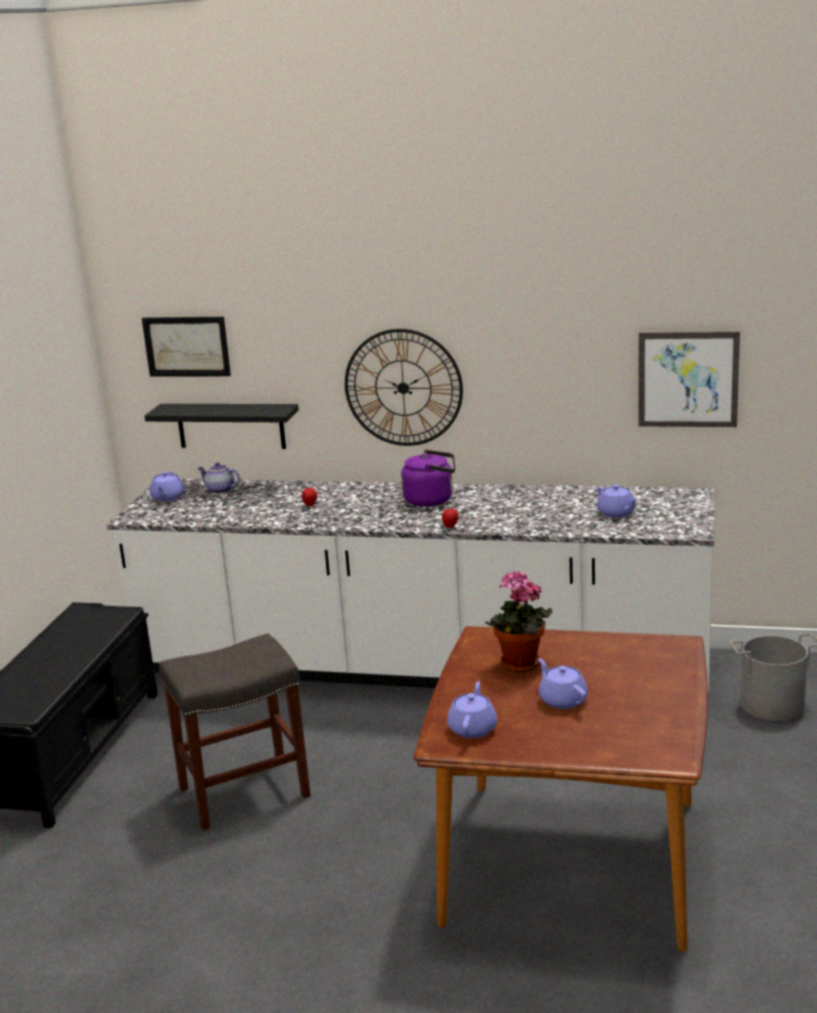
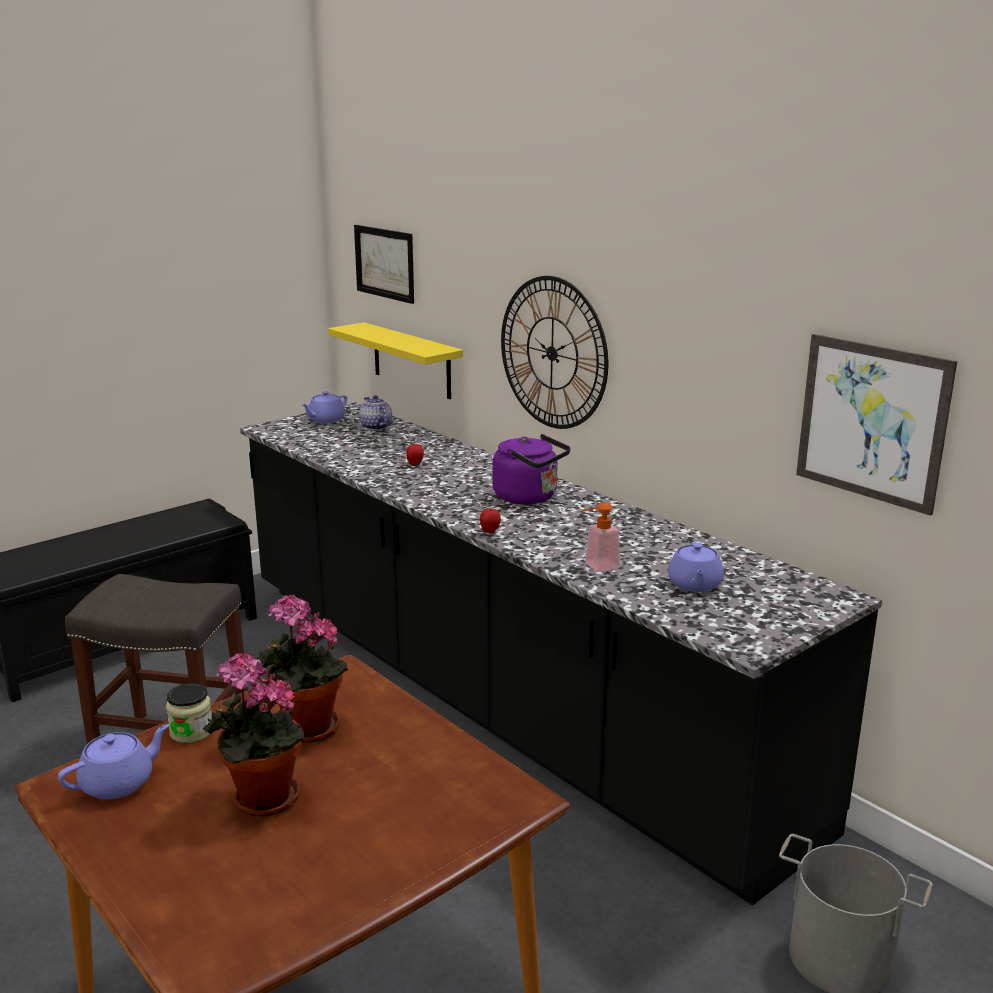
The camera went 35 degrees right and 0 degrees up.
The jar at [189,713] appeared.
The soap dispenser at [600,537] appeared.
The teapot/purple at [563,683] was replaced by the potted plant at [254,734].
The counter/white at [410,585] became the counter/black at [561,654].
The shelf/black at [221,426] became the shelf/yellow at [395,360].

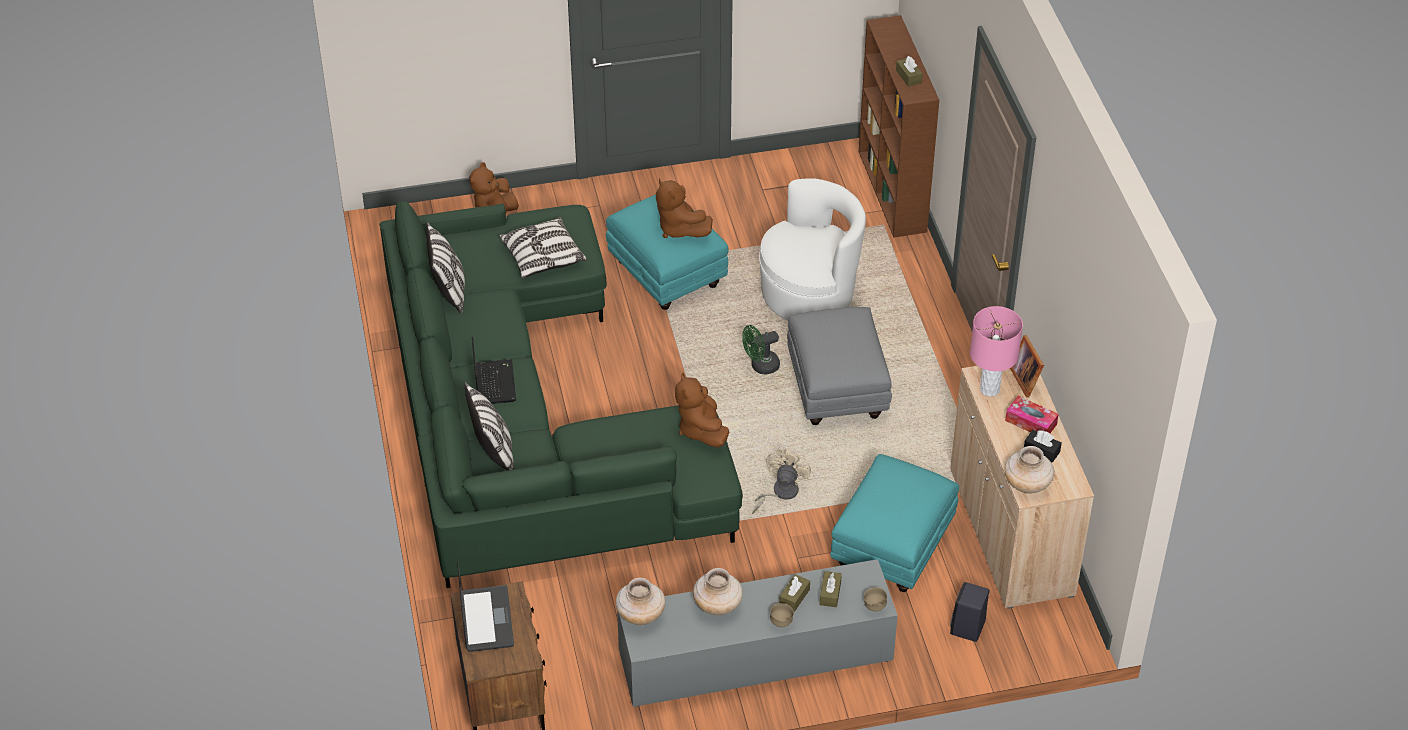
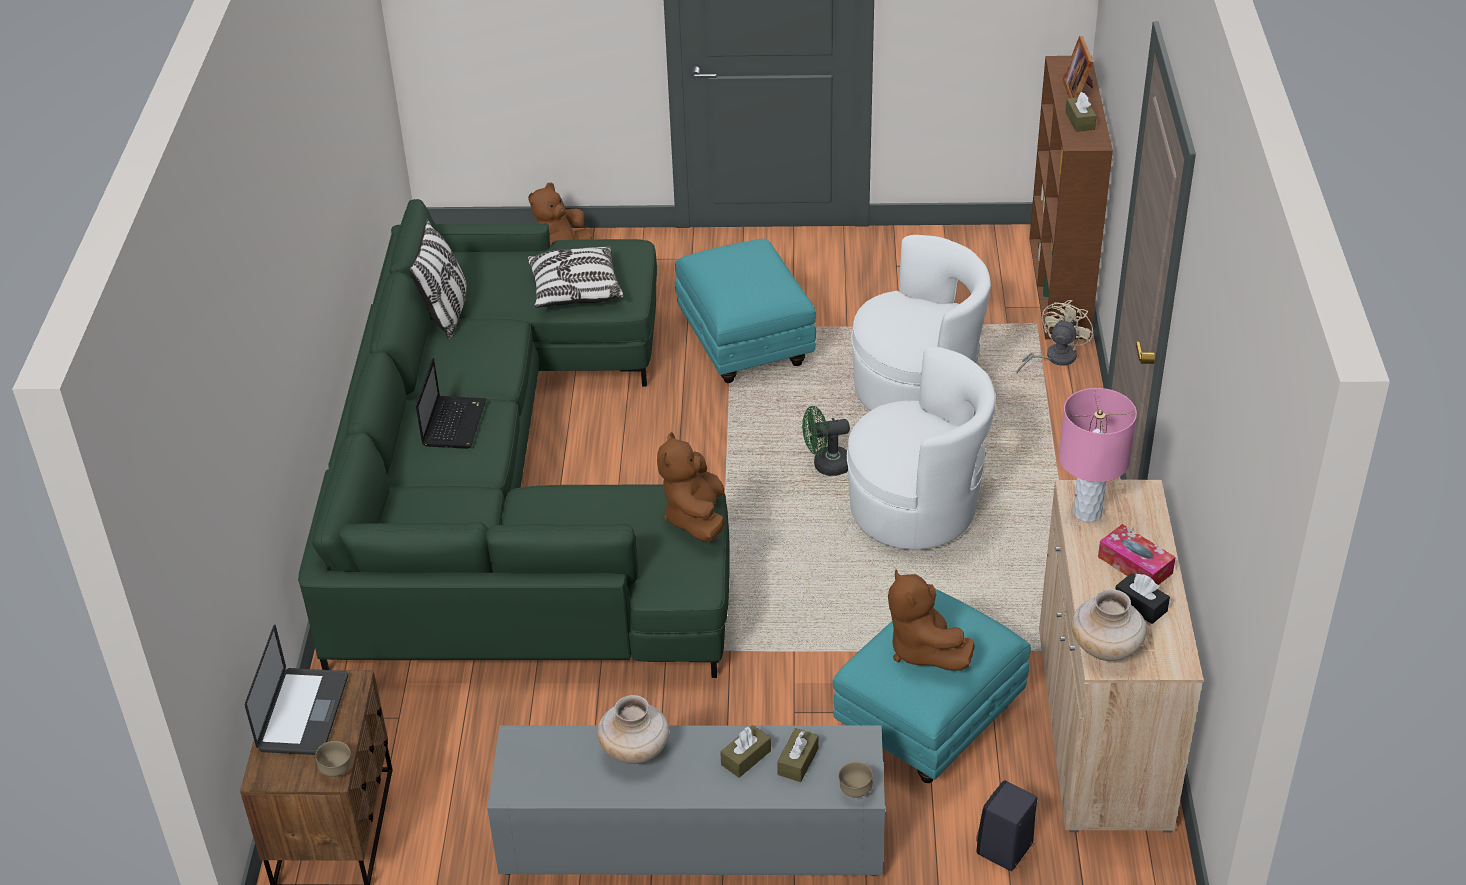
The camera went 15 degrees right and 5 degrees down.
The pillow at [489,426] disappeared.
The vase/beige at [641,601] disappeared.
The plush toy/brown moved from [684,208] to [931,619].
The fan/beige moved from [781,481] to [1054,336].
The bowl/brown moved from [782,615] to [333,759].
The picture frame moved from [1027,366] to [1078,67].
The ottoman/grey at [839,366] was replaced by the armchair/white at [921,448].

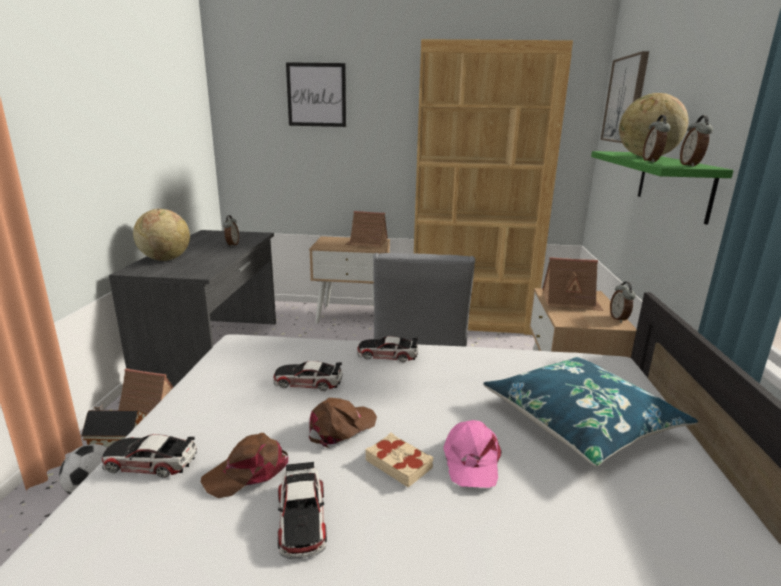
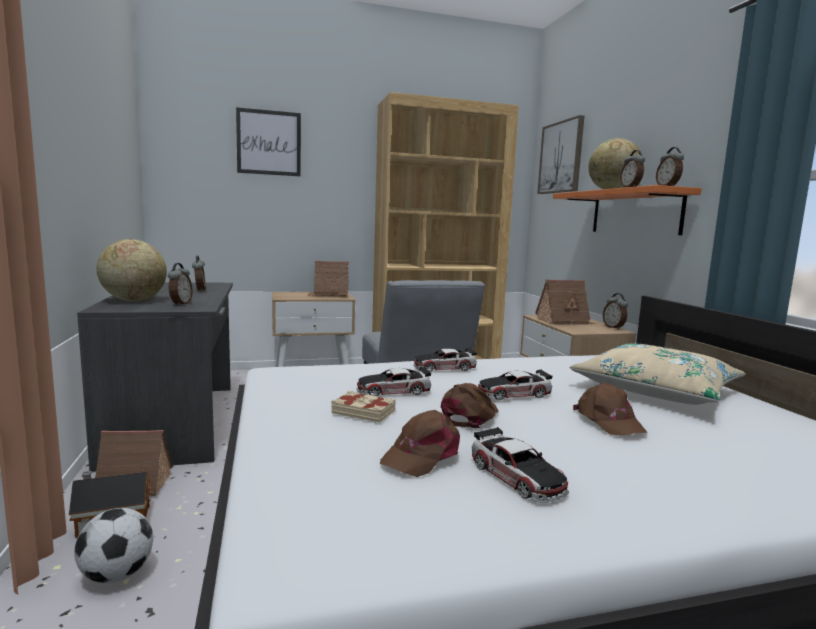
The camera went 20 degrees left and 10 degrees down.
The alarm clock at [180,284] appeared.
The toy car moved from [149,456] to [515,384].
The book/beige moved from [399,460] to [363,407].
The cap/pink at [472,454] became the cap/brown at [610,408].
The pillow/blue at [590,411] became the pillow/beige at [658,374].
The shelf/green at [662,188] became the shelf/orange at [627,210].

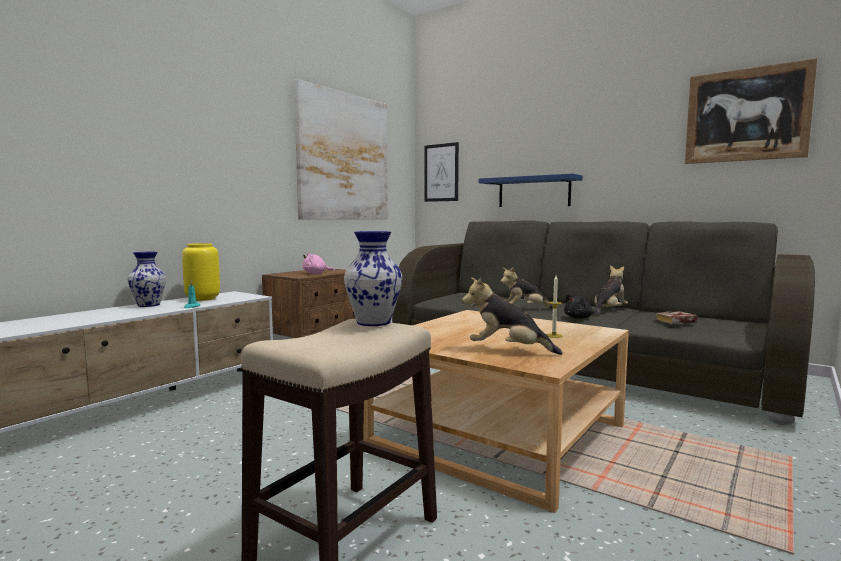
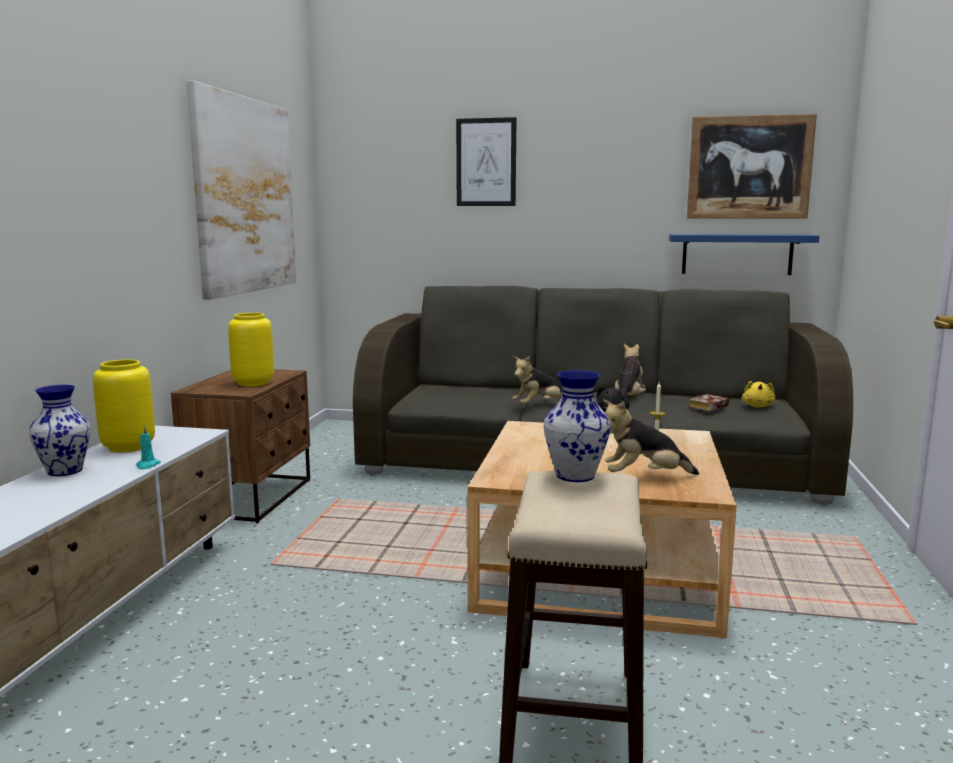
The camera went 25 degrees left and 5 degrees up.
The plush toy/yellow at [759,394] appeared.
The picture moved from [441,172] to [486,161].
The shelf/blue moved from [531,190] to [744,254].
The plush toy/pink at [319,263] was replaced by the vase/yellow at [251,349].

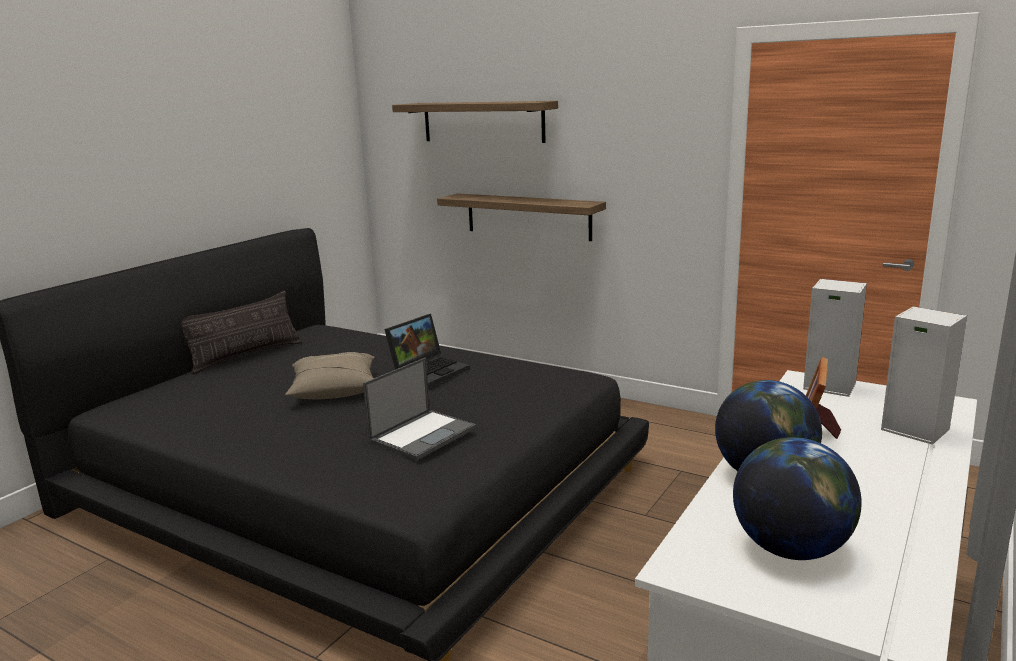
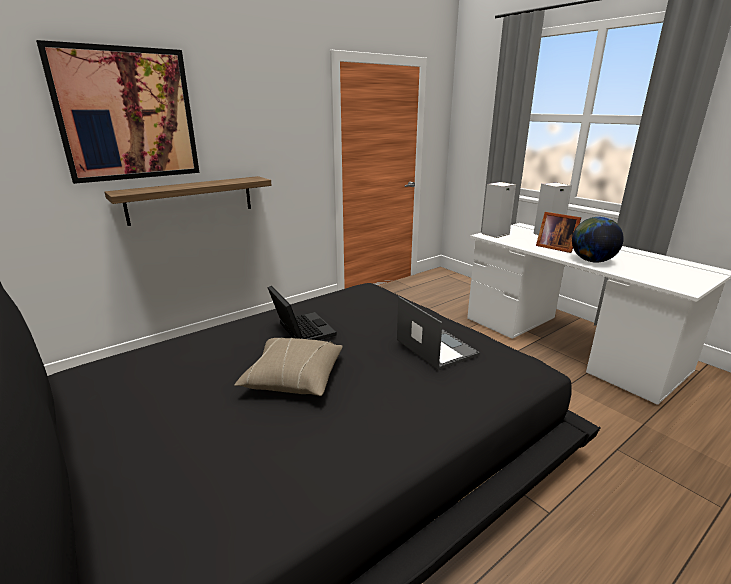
The camera went 70 degrees left and 5 degrees up.
The pillow at [242,333] disappeared.
The globe at [797,498] disappeared.
The shelf at [475,122] was replaced by the picture at [118,112].

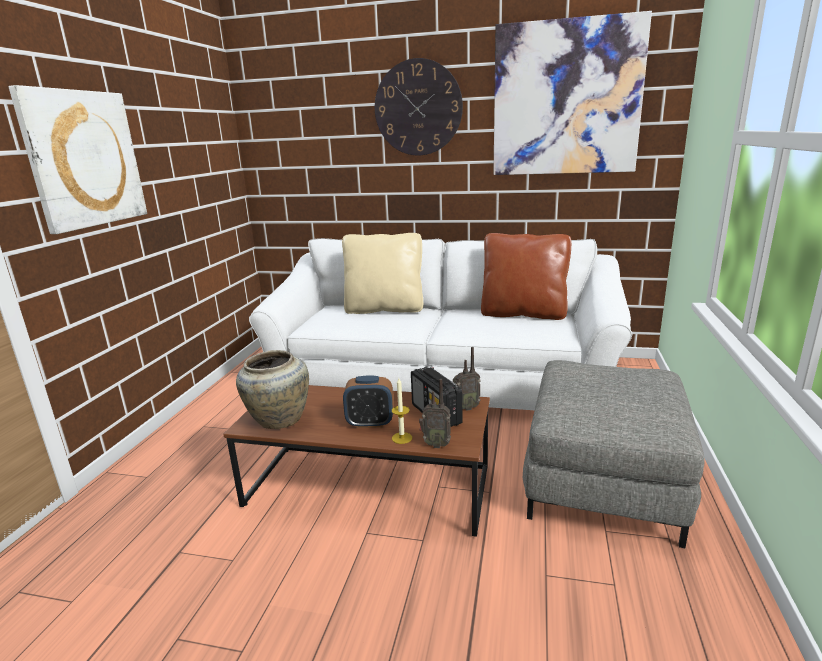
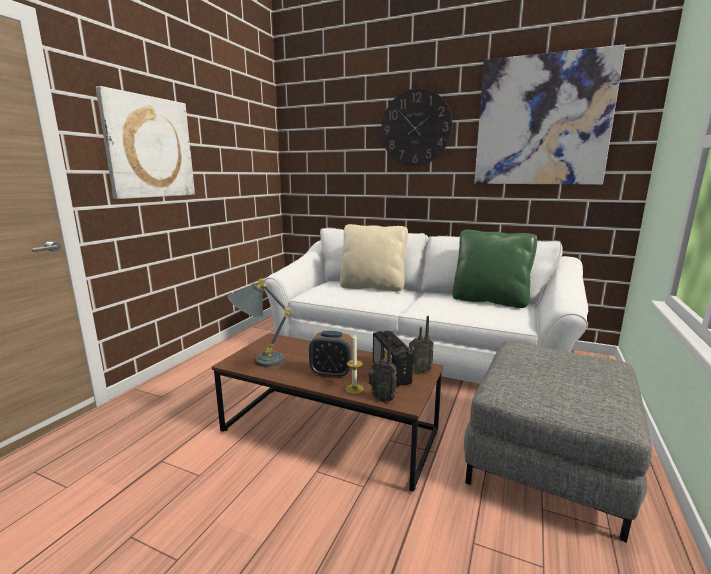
The camera went 10 degrees right and 5 degrees down.
The vase/beige at [272,389] was replaced by the table lamp/grey at [259,323].
The pillow/brown at [526,276] became the pillow/green at [494,269].

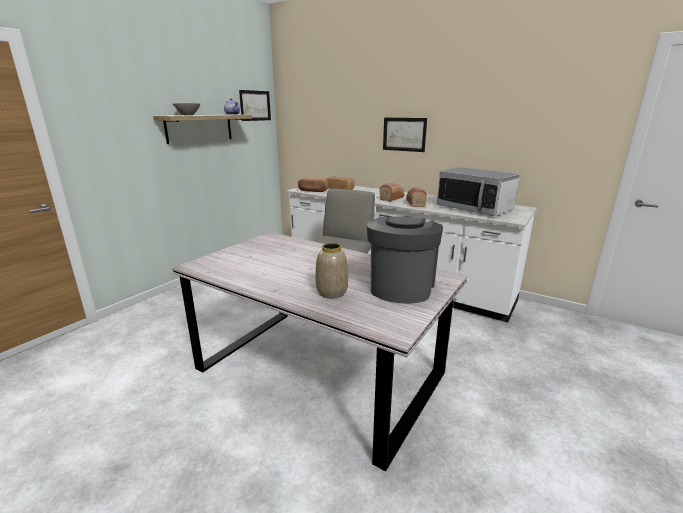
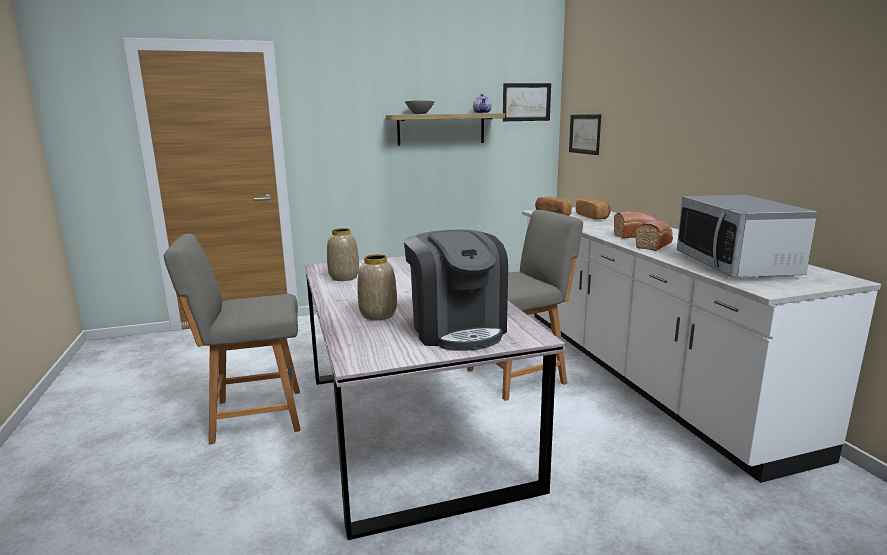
The camera went 40 degrees right and 5 degrees down.
The chair/grey at [232,339] appeared.
The vase at [343,254] appeared.
The picture moved from [405,135] to [585,134].
The coffee machine at [405,260] turned 105 degrees clockwise.

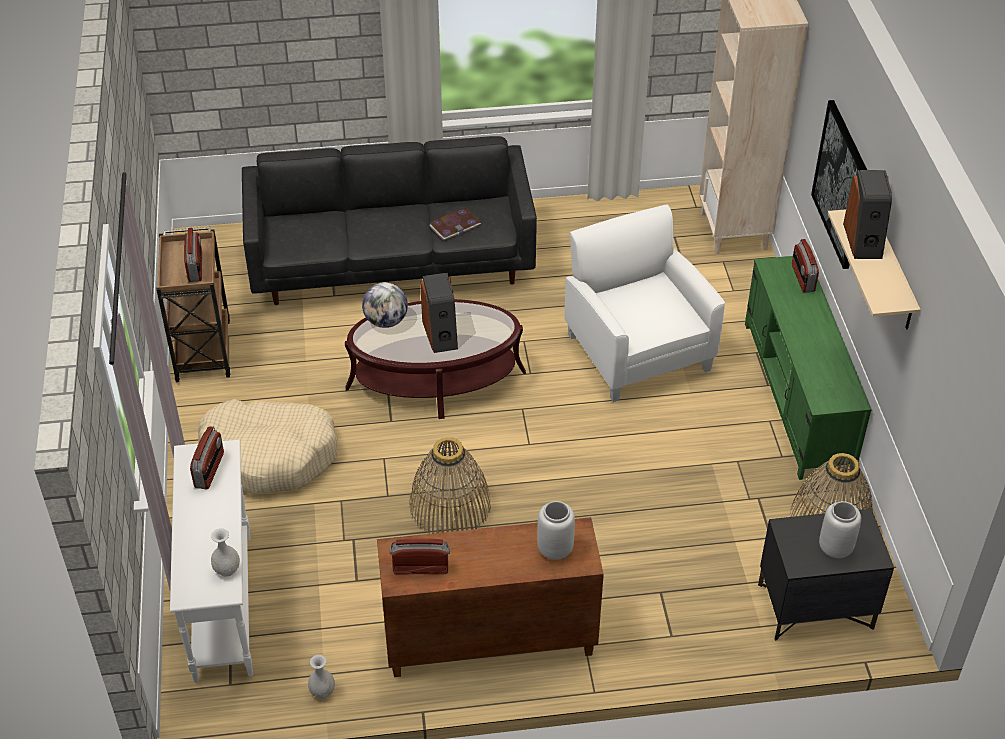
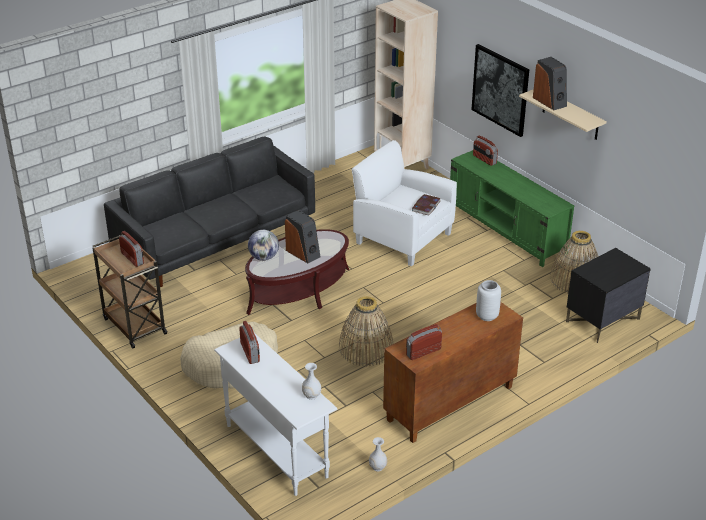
The camera went 30 degrees left and 10 degrees down.
The vase/grey at [840,529] disappeared.
The book moved from [455,224] to [426,205].

